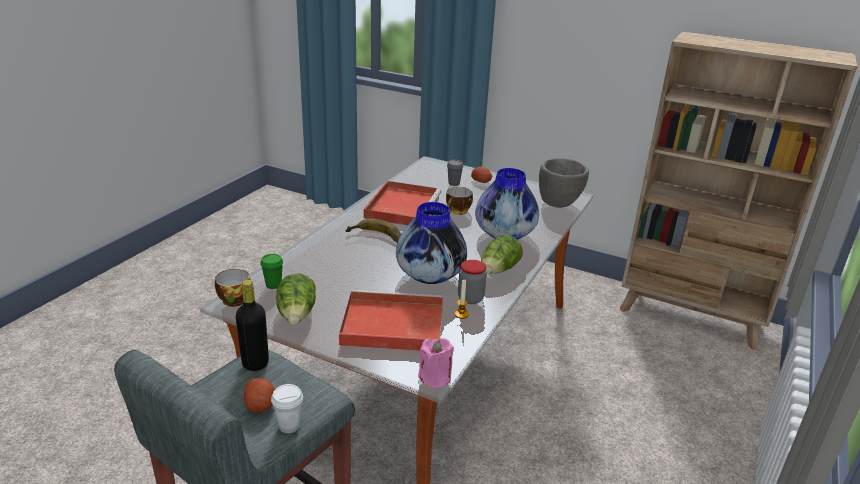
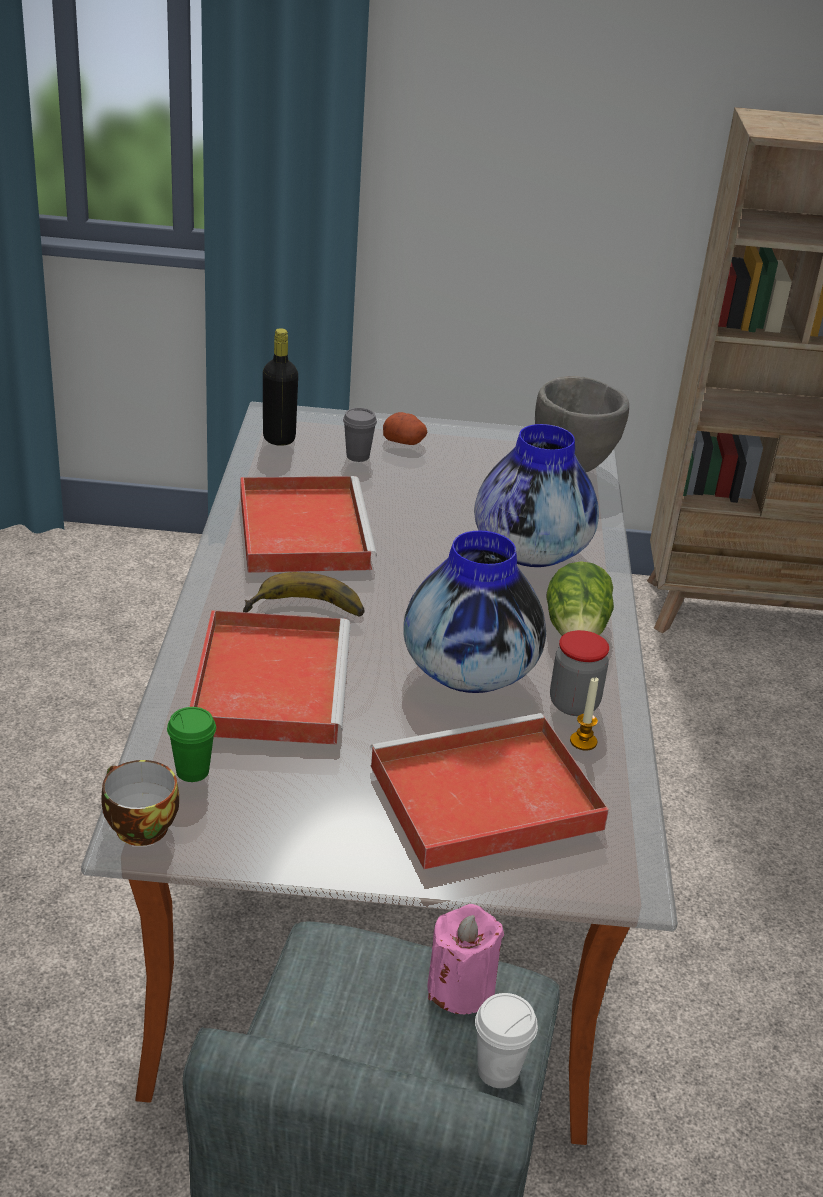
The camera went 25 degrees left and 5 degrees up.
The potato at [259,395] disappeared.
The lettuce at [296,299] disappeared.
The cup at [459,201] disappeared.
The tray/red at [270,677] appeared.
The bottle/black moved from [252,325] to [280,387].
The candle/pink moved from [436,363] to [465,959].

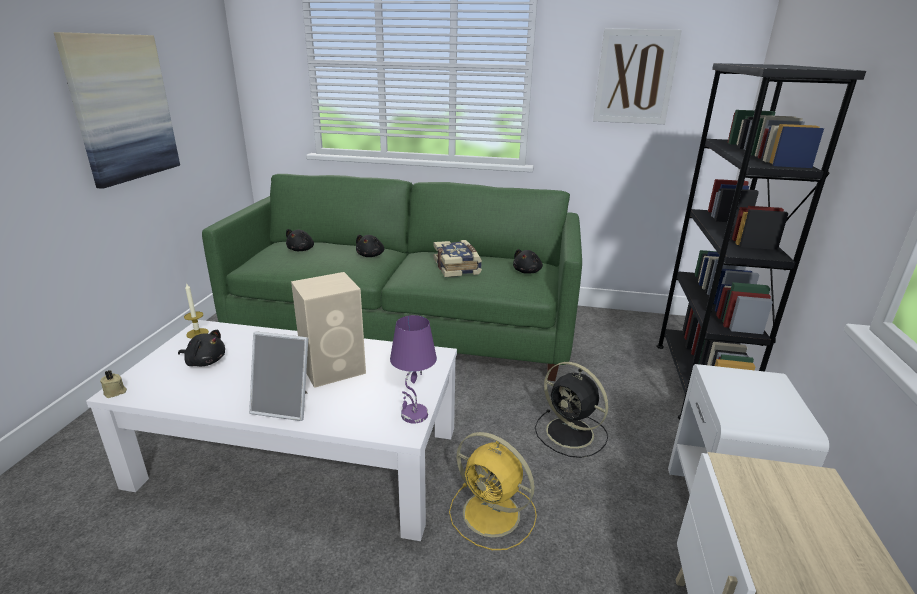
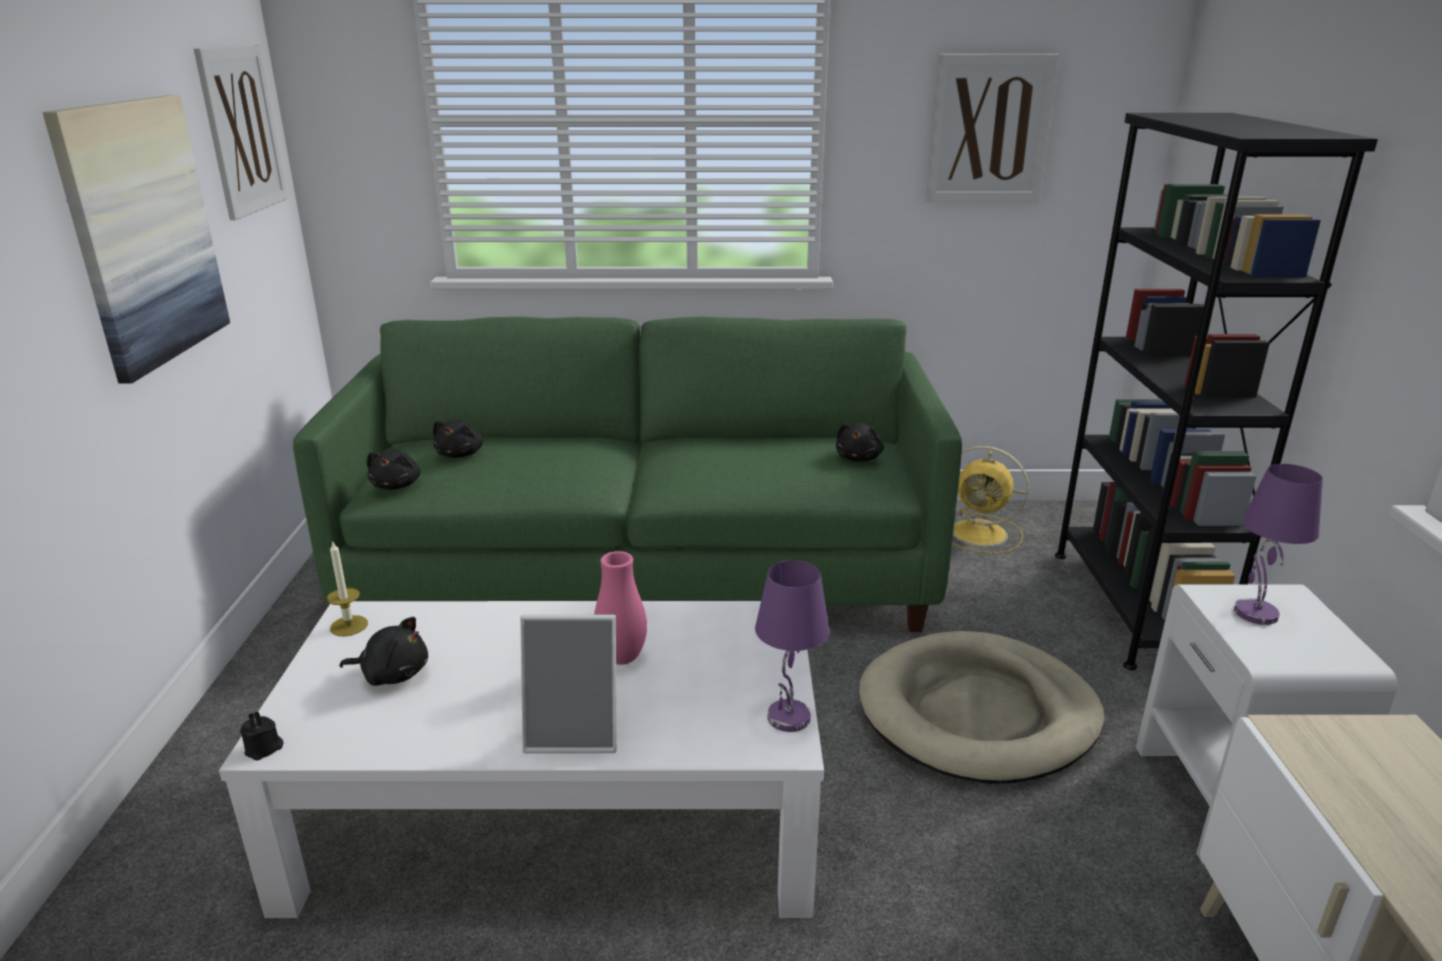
The camera went 10 degrees left and 0 degrees up.
The book at [457,258] disappeared.
The picture at [241,132] appeared.
The table lamp/purple at [1278,544] appeared.
The plush toy/black moved from [370,246] to [394,469].
The fan/yellow moved from [493,491] to [990,500].
The speaker/beige at [328,330] was replaced by the vase/pink at [620,608].
The fan/black at [571,410] was replaced by the dog bed/beige at [981,707].
The candle/beige at [113,384] became the candle/black at [262,736].

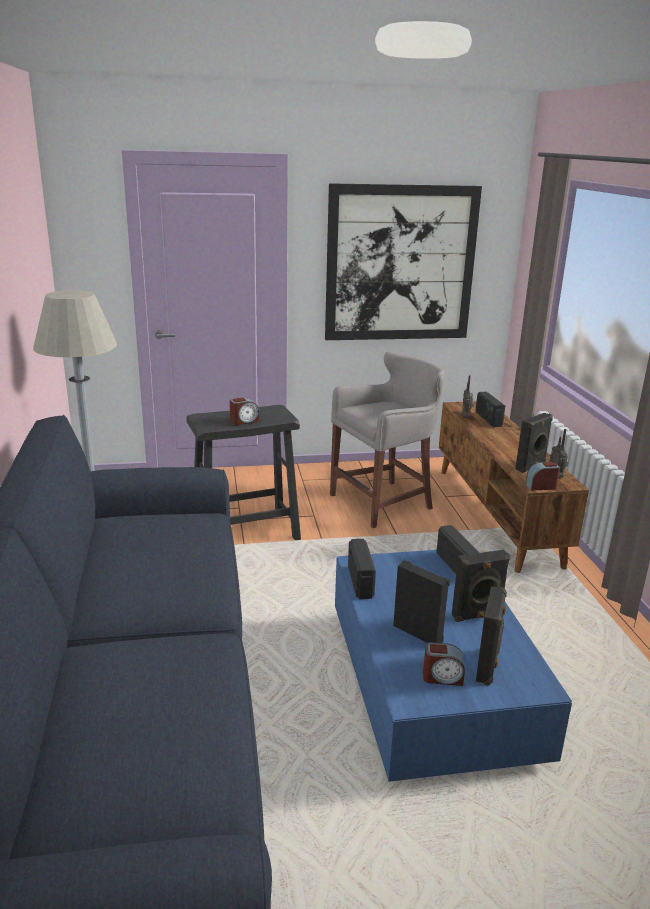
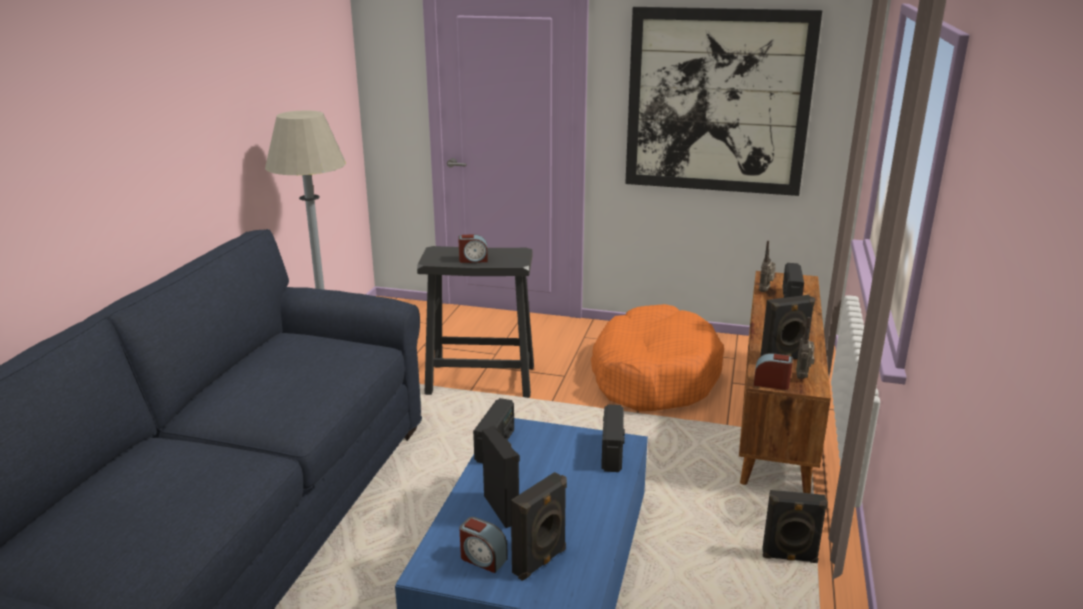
The camera went 25 degrees right and 0 degrees up.
The speaker/black moved from [481,586] to [795,526].
The stool/grey at [387,439] was replaced by the dog bed/orange at [657,357].

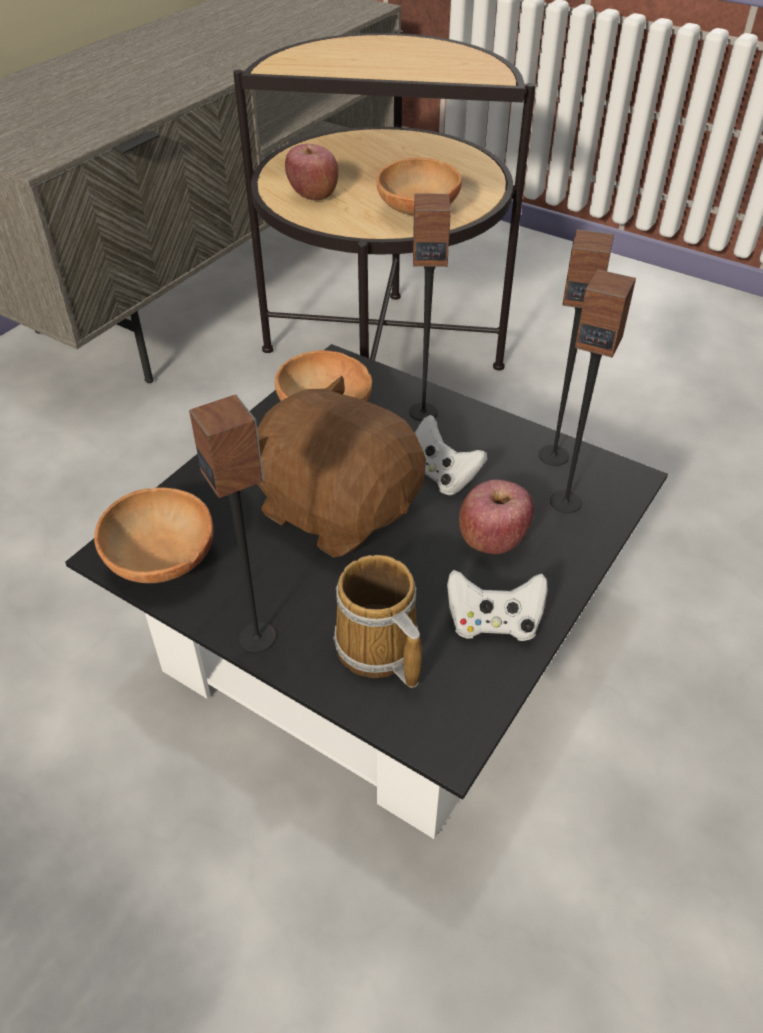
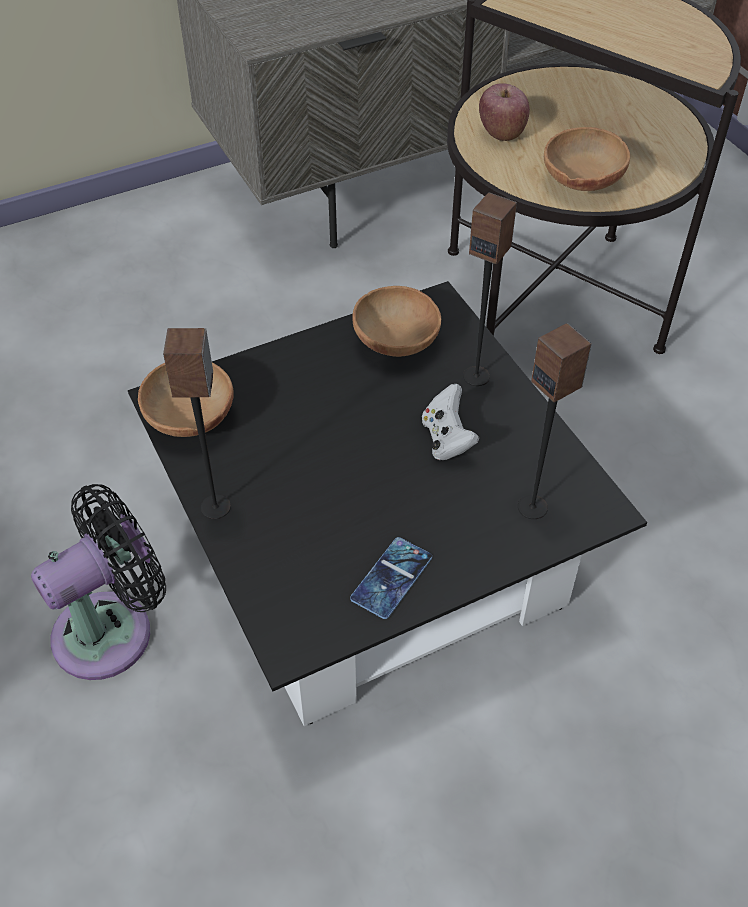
The camera went 30 degrees right and 5 degrees up.
The plush toy/brown at [341,466] disappeared.
The mug at [378,621] disappeared.
The apple at [496,516] disappeared.
The speaker at [576,347] disappeared.
The fan/black at [98,582] appeared.
The game controller/white at [497,605] was replaced by the phone at [391,578].

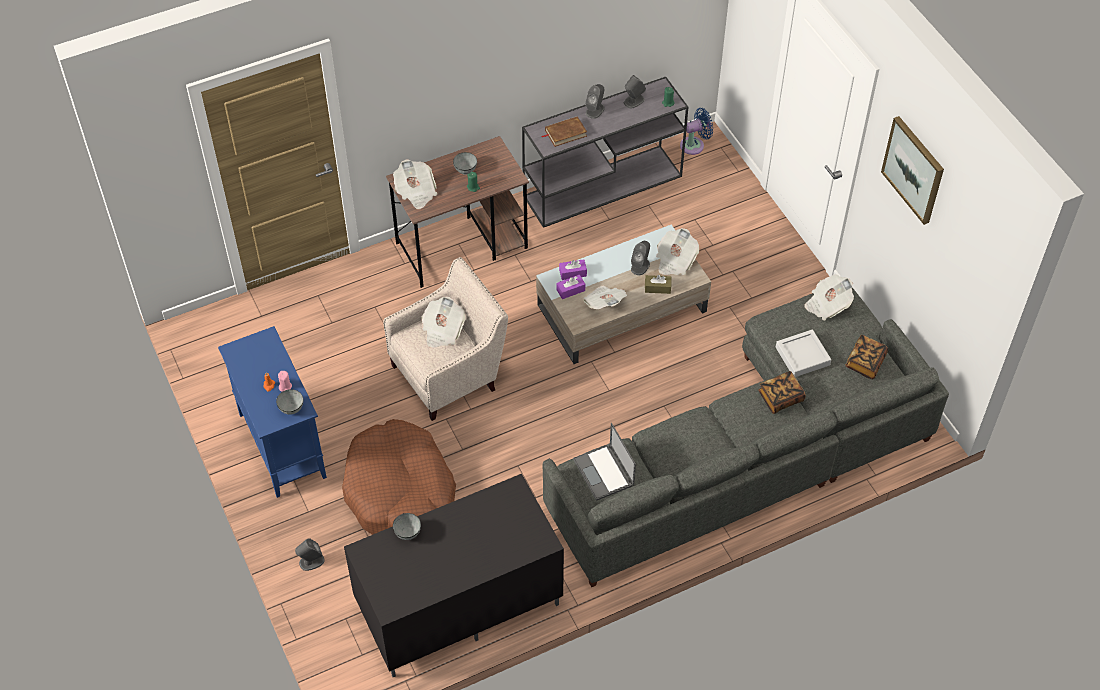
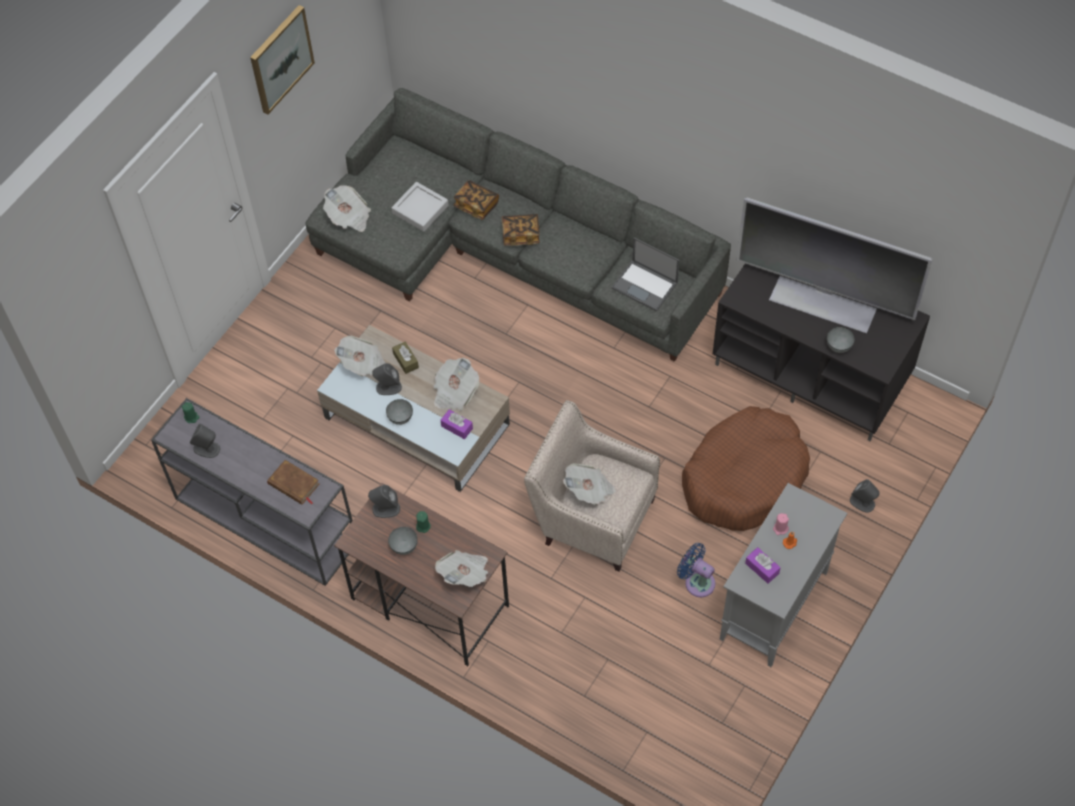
The camera went 120 degrees left and 5 degrees up.
The television at [834,265] appeared.
The bowl/grey moved from [289,402] to [399,412].
The tissue box/purple moved from [573,269] to [763,565].
The speaker/grey moved from [595,101] to [384,501].
The fan/blue moved from [696,131] to [696,570].
The book moved from [866,357] to [521,230].
The cabinet/blue at [272,412] became the cabinet/grey at [783,575].
The laptop at [604,462] turned 90 degrees clockwise.

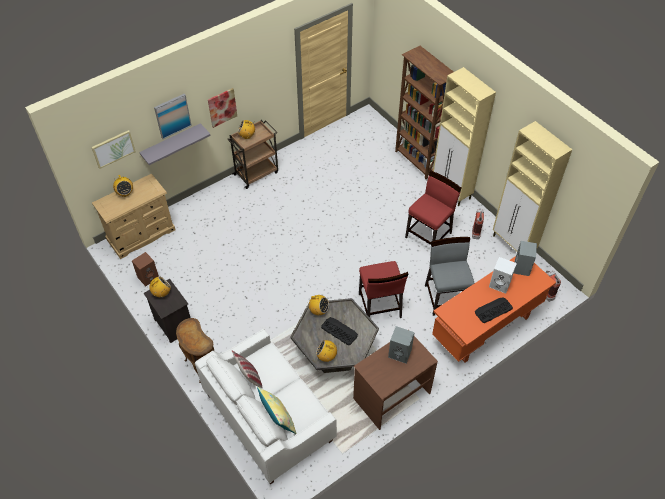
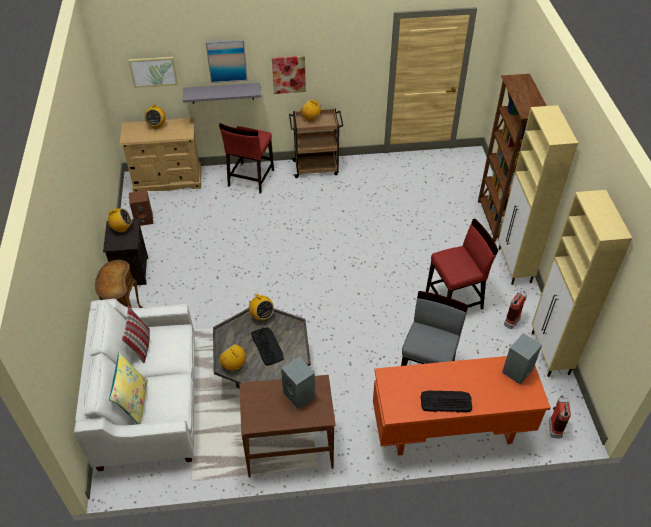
The camera went 30 degrees right and 5 degrees down.
The speaker/white at [503,275] disappeared.
The chair/red moved from [383,289] to [246,158].

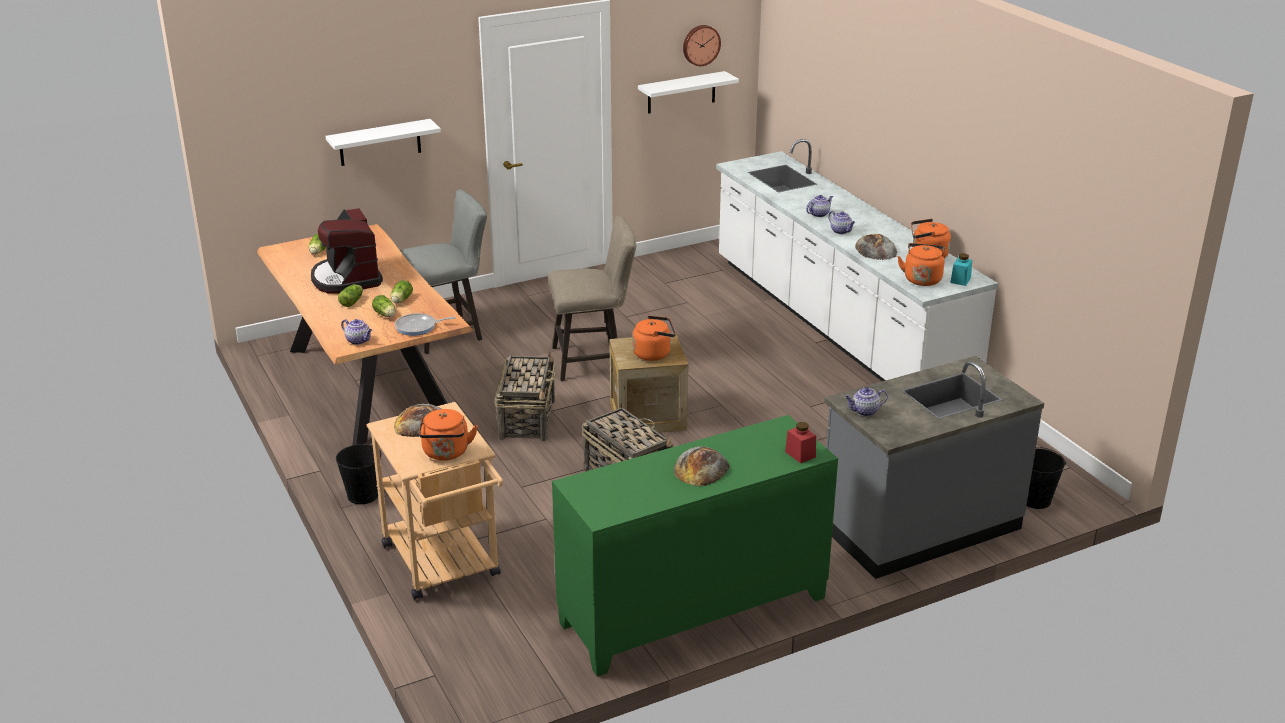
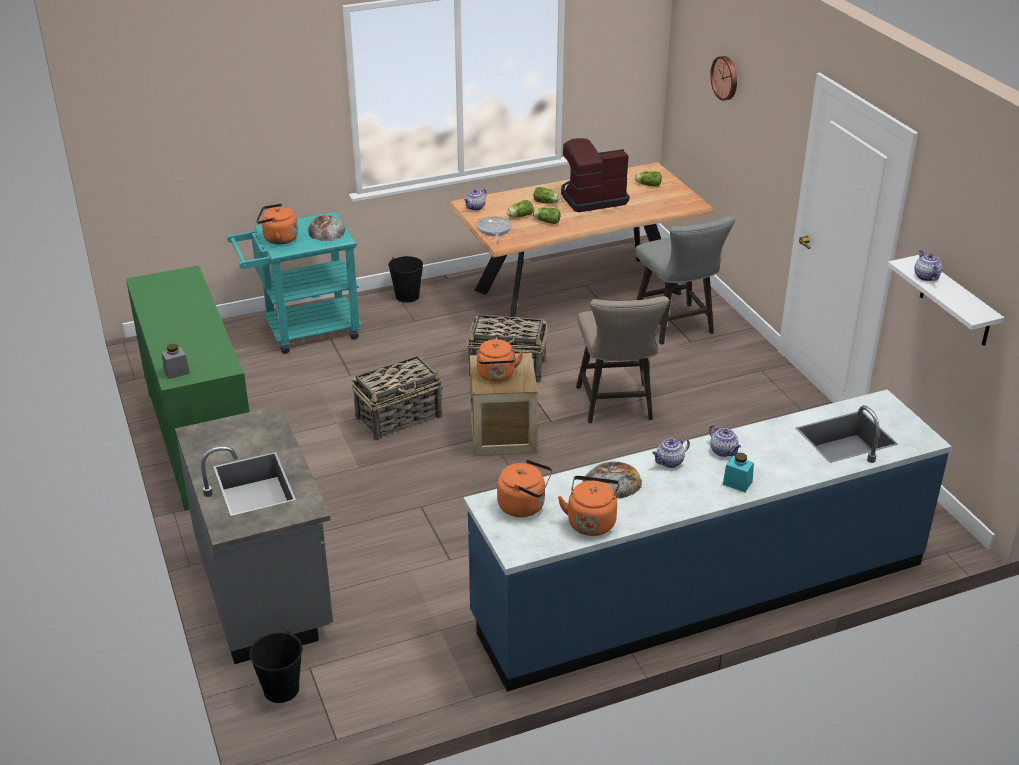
The camera went 95 degrees right and 5 degrees up.
The shelf/white at [383,142] disappeared.
The bread at [701,466] disappeared.
The wall clock moved from [702,45] to [723,78].
The teapot moved from [866,401] to [928,265].
The jar/turquoise moved from [961,269] to [738,472].
The cart/beige at [435,501] became the cart/turquoise at [294,283].
The counter/white at [857,260] became the counter/blue at [708,540].
The jar/red at [800,442] became the jar/grey at [176,361].

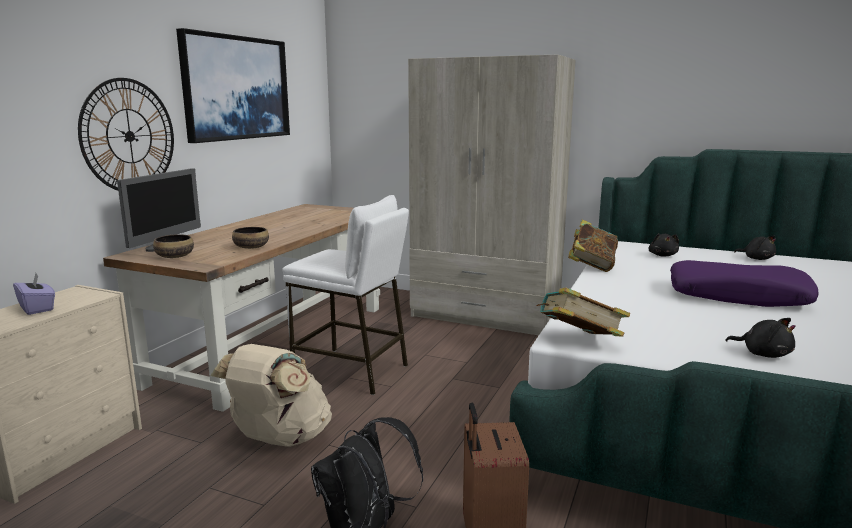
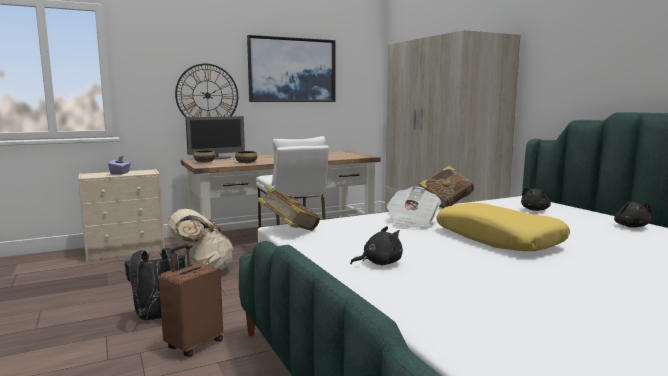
The camera went 40 degrees right and 5 degrees down.
The newspaper at [413,208] appeared.
The pillow/purple at [744,283] became the pillow/yellow at [503,227].
The plush toy/black at [760,338] turned 105 degrees counterclockwise.

